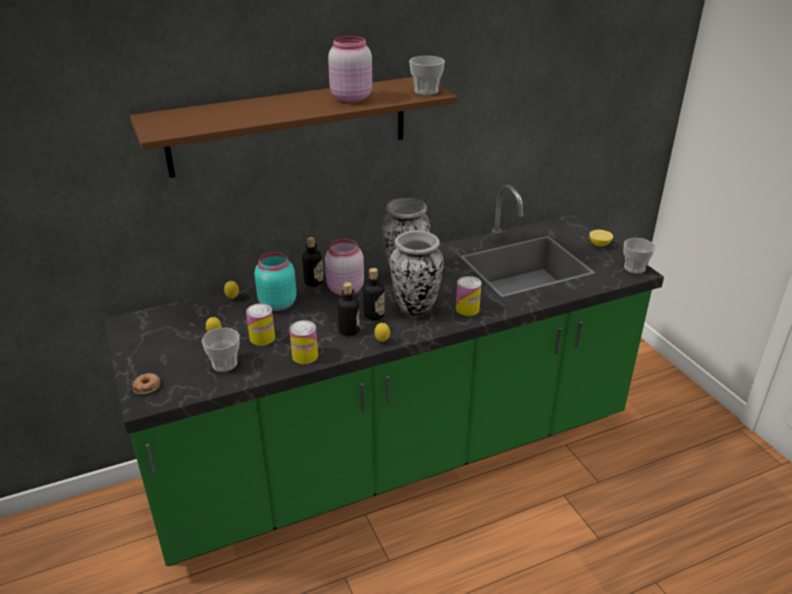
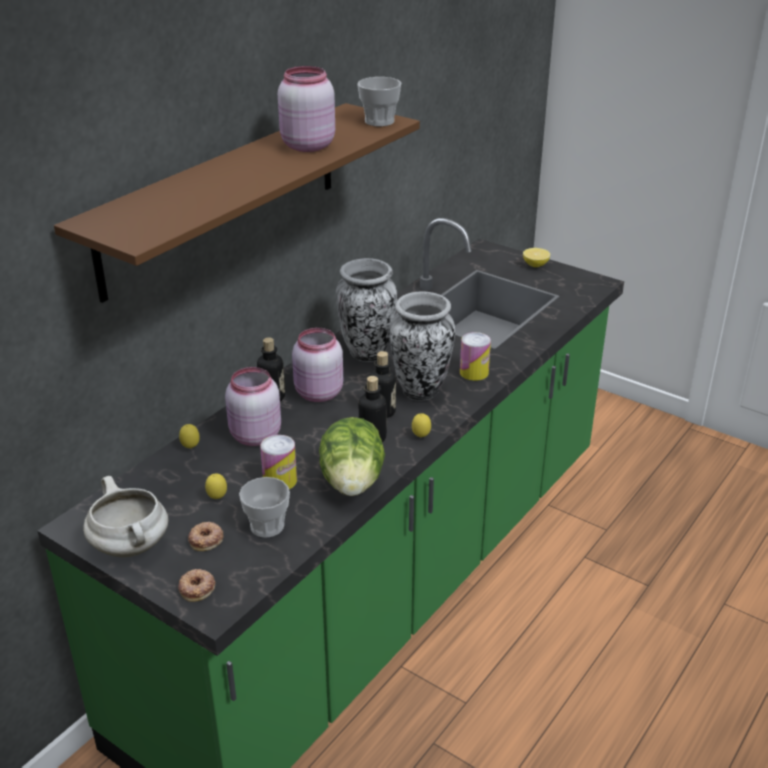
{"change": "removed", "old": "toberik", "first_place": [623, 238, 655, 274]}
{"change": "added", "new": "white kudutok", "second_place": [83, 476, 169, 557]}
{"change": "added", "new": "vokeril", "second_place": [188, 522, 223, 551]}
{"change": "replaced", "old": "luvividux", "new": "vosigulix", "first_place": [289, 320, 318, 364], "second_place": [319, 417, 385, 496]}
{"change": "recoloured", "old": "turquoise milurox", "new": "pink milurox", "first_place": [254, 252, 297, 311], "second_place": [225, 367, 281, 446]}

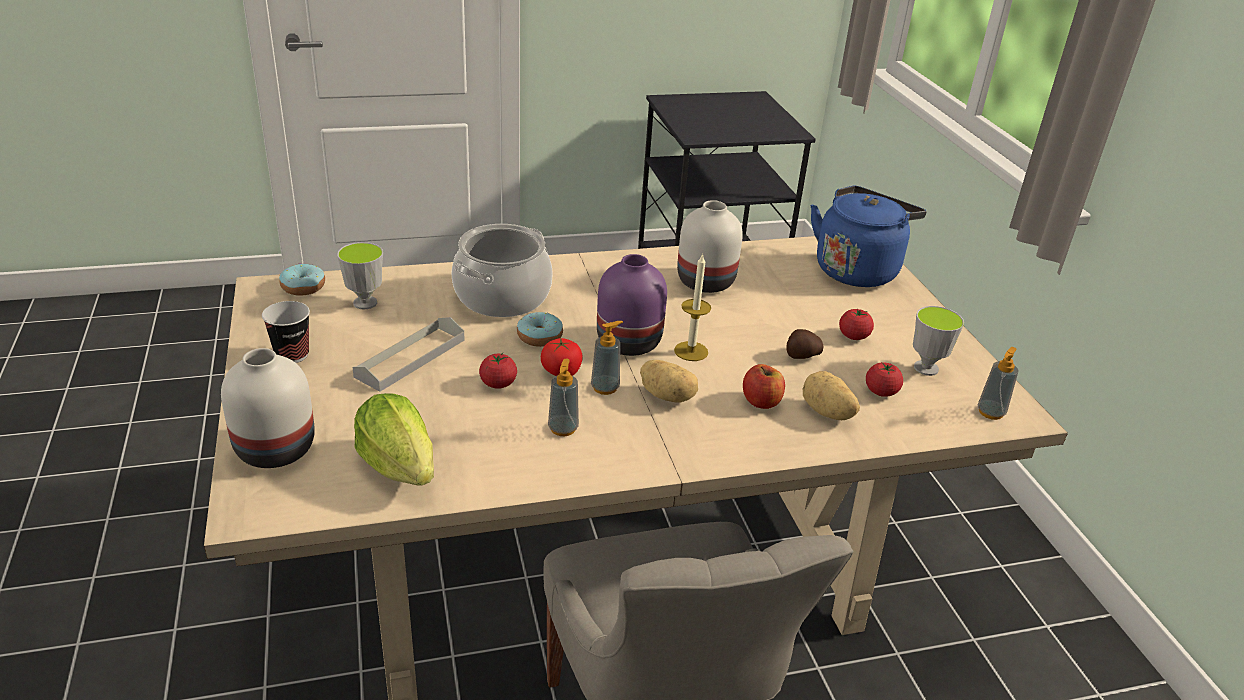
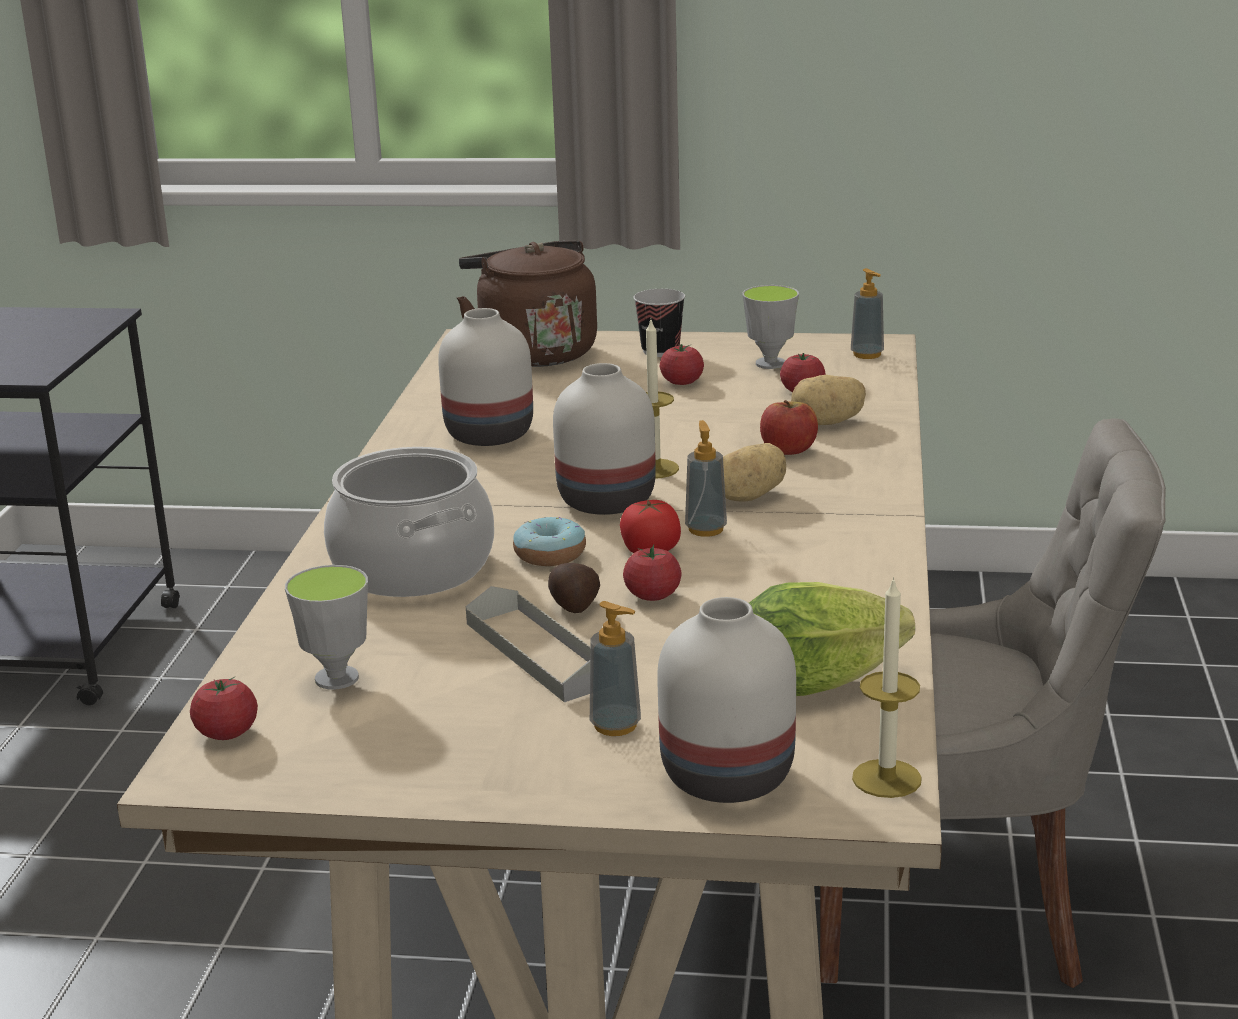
{"change": "added", "new": "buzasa", "second_place": [852, 577, 922, 798]}
{"change": "moved", "old": "toberik", "first_place": [262, 301, 310, 363], "second_place": [633, 289, 685, 357]}
{"change": "moved", "old": "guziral", "first_place": [548, 359, 579, 436], "second_place": [590, 601, 641, 736]}
{"change": "moved", "old": "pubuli", "first_place": [786, 329, 823, 359], "second_place": [548, 563, 600, 613]}
{"change": "replaced", "old": "vokeril", "new": "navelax", "first_place": [279, 263, 325, 296], "second_place": [190, 676, 258, 740]}
{"change": "recoloured", "old": "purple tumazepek", "new": "white tumazepek", "first_place": [597, 254, 667, 356], "second_place": [553, 363, 656, 515]}
{"change": "recoloured", "old": "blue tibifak", "new": "brown tibifak", "first_place": [811, 186, 927, 287], "second_place": [457, 241, 597, 367]}

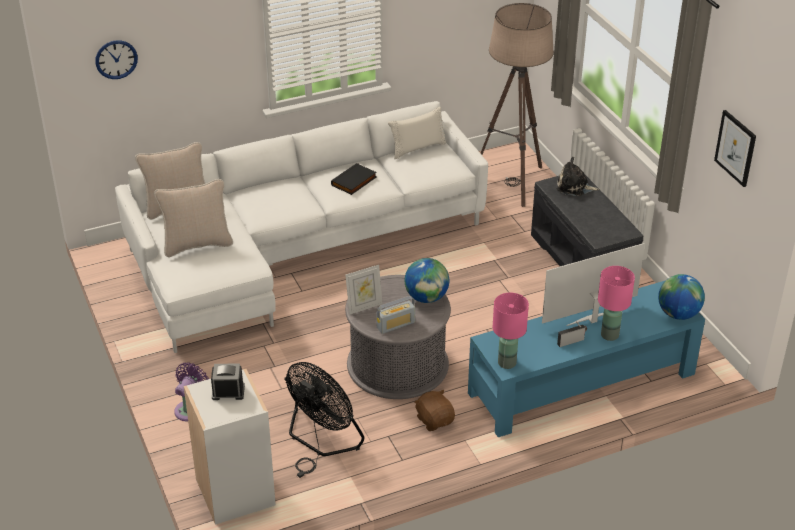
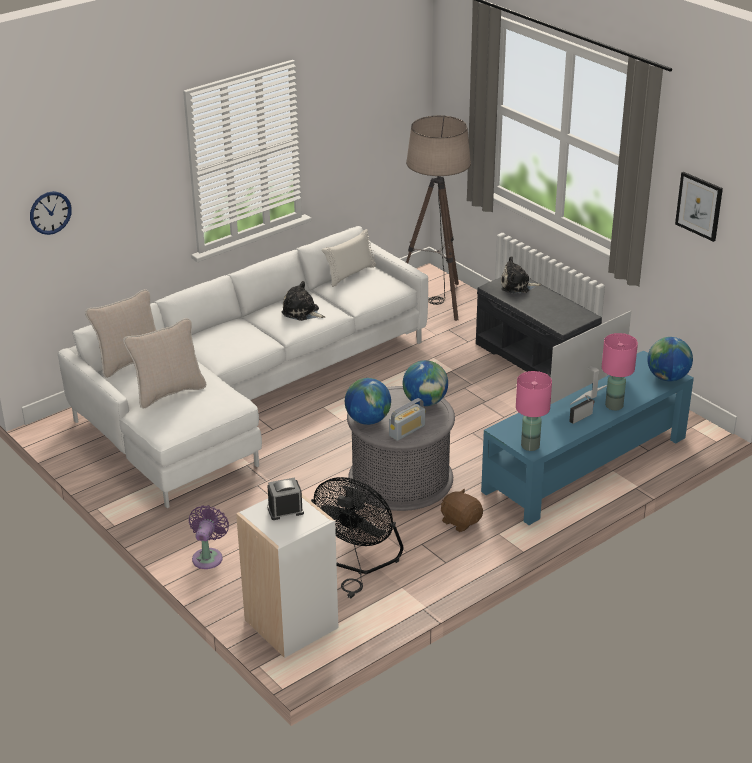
{"change": "replaced", "old": "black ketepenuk", "new": "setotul", "first_place": [331, 163, 377, 195], "second_place": [282, 281, 326, 321]}
{"change": "replaced", "old": "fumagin", "new": "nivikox", "first_place": [345, 265, 383, 314], "second_place": [345, 378, 391, 425]}

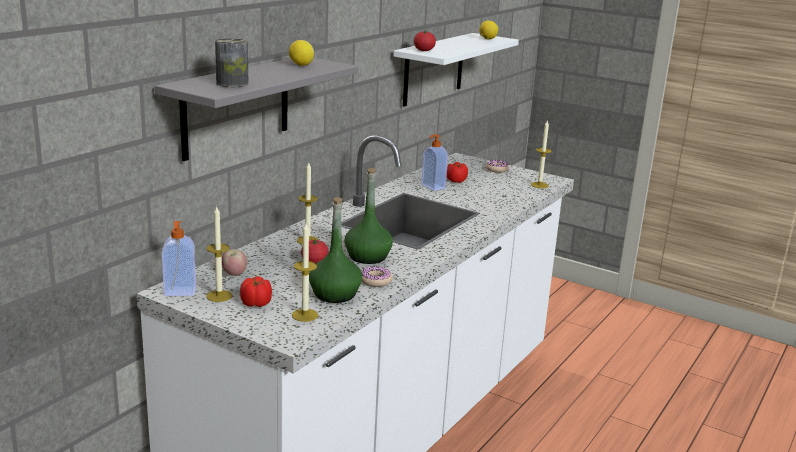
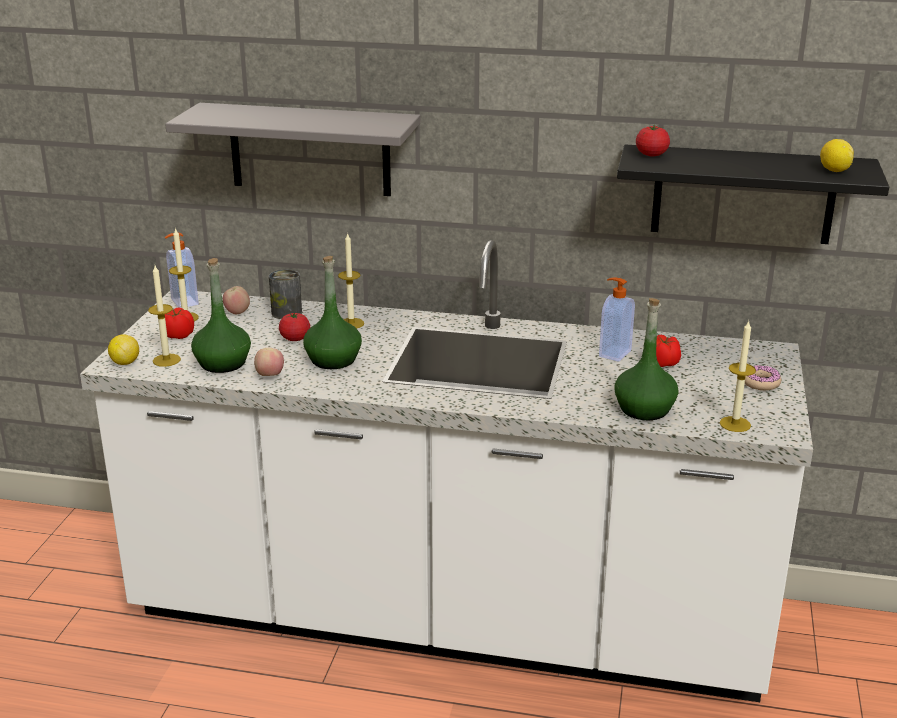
{"change": "added", "new": "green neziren", "second_place": [614, 298, 679, 420]}
{"change": "moved", "old": "luvividux", "first_place": [215, 38, 248, 87], "second_place": [269, 269, 302, 319]}
{"change": "moved", "old": "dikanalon", "first_place": [289, 40, 314, 66], "second_place": [108, 334, 139, 365]}
{"change": "replaced", "old": "vokeril", "new": "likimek", "first_place": [361, 266, 393, 287], "second_place": [254, 348, 284, 376]}
{"change": "recoloured", "old": "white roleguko", "new": "black roleguko", "first_place": [393, 33, 519, 107], "second_place": [617, 144, 889, 244]}

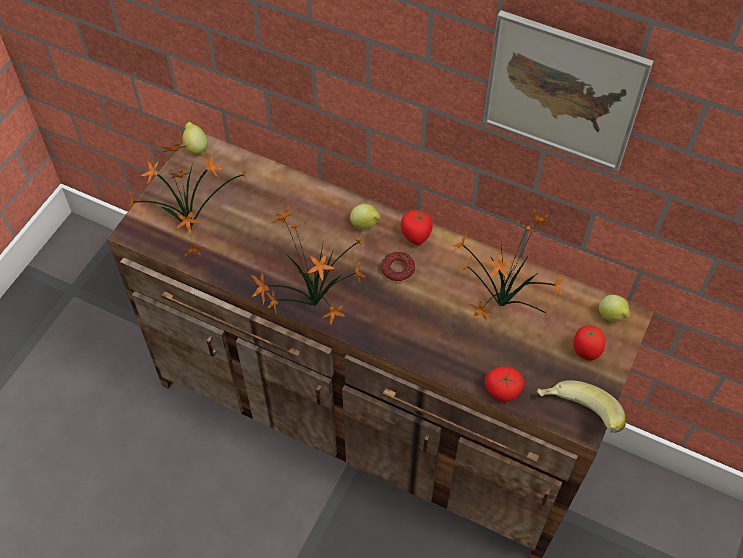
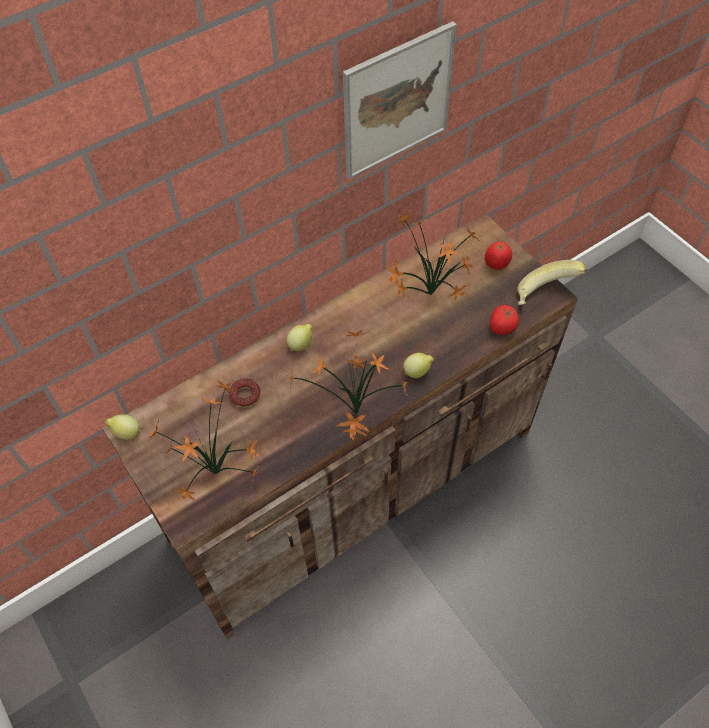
{"change": "removed", "old": "navelax", "first_place": [401, 210, 433, 245]}
{"change": "moved", "old": "vokeril", "first_place": [381, 252, 415, 282], "second_place": [229, 379, 261, 407]}
{"change": "moved", "old": "dikanalon", "first_place": [599, 295, 630, 322], "second_place": [403, 353, 434, 378]}

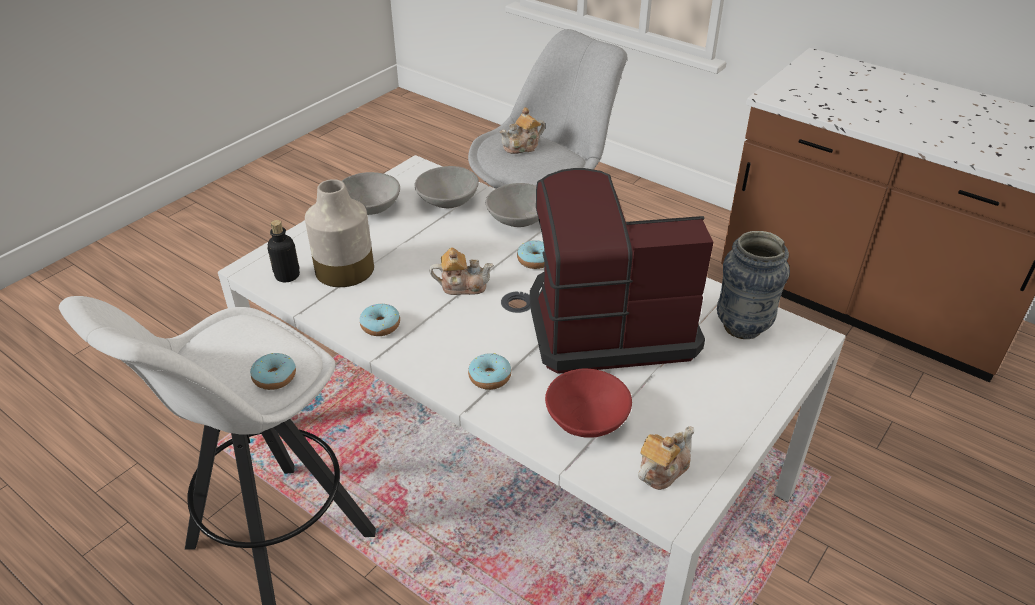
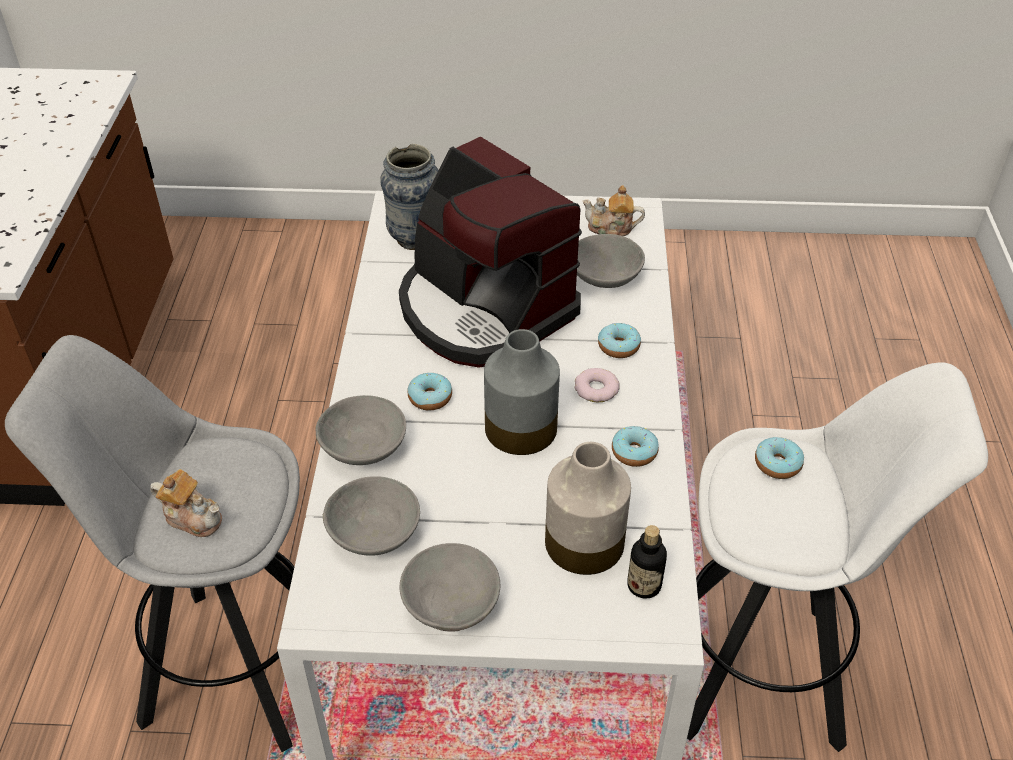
{"change": "added", "new": "vokeril", "second_place": [575, 368, 620, 403]}
{"change": "replaced", "old": "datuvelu", "new": "grey tumazepek", "first_place": [430, 247, 493, 295], "second_place": [484, 329, 560, 455]}
{"change": "recoloured", "old": "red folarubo", "new": "grey folarubo", "first_place": [545, 369, 632, 438], "second_place": [577, 234, 645, 288]}

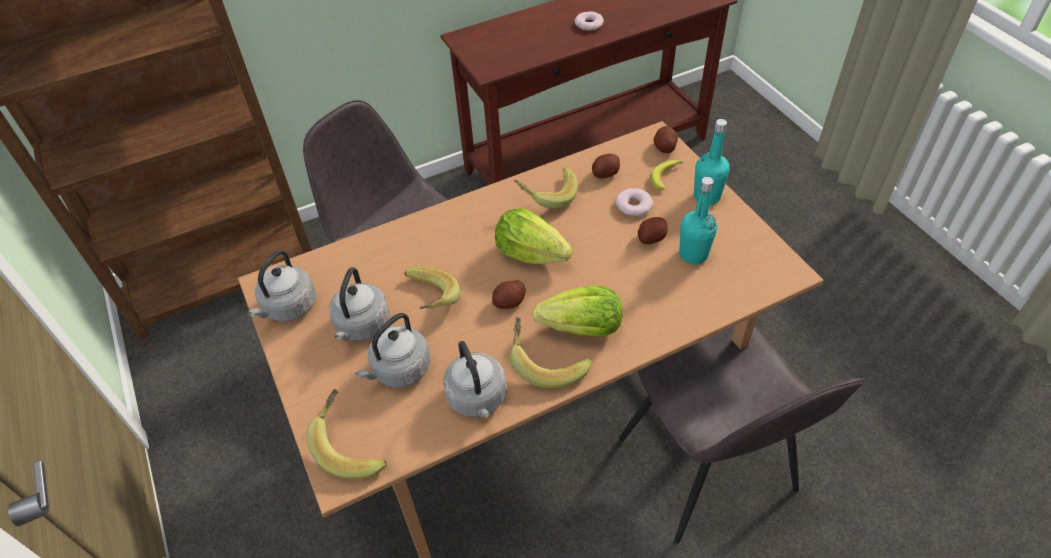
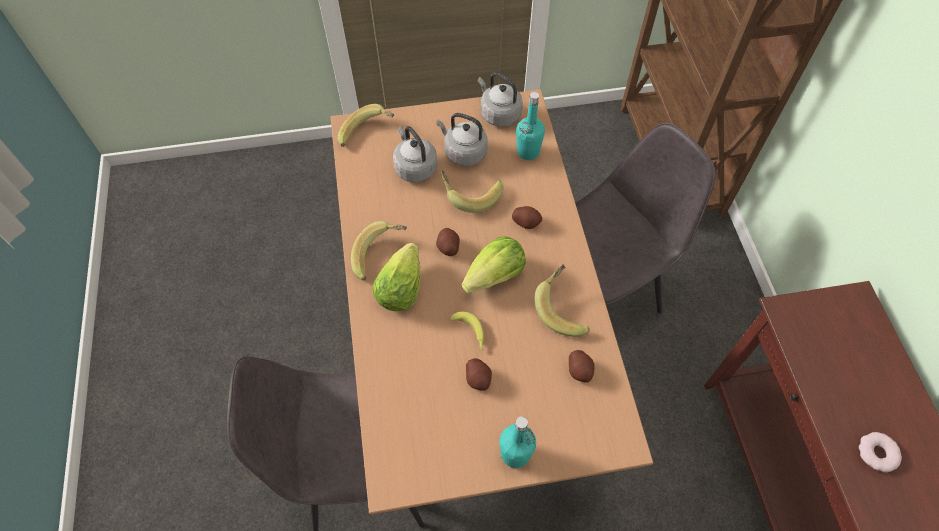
{"change": "removed", "old": "grey tibifak", "first_place": [443, 341, 507, 418]}
{"change": "removed", "old": "vokeril", "first_place": [615, 188, 653, 217]}
{"change": "moved", "old": "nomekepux", "first_place": [650, 159, 683, 190], "second_place": [450, 312, 484, 351]}
{"change": "moved", "old": "pubuli", "first_place": [653, 126, 678, 153], "second_place": [512, 206, 542, 229]}
{"change": "moved", "old": "turquoise neziren", "first_place": [679, 177, 717, 265], "second_place": [516, 92, 545, 160]}

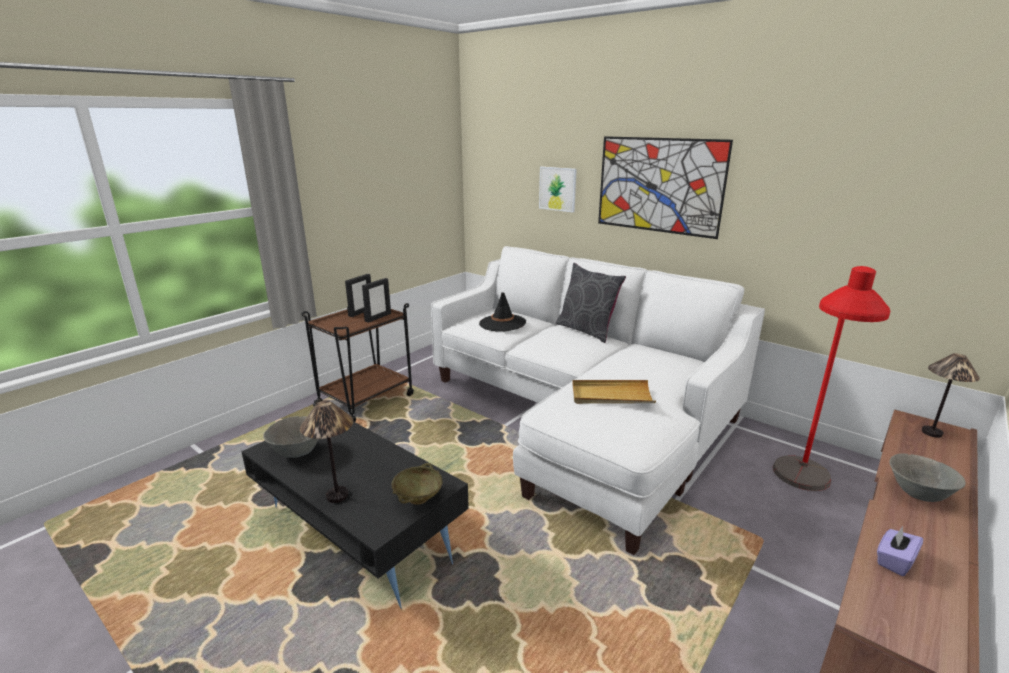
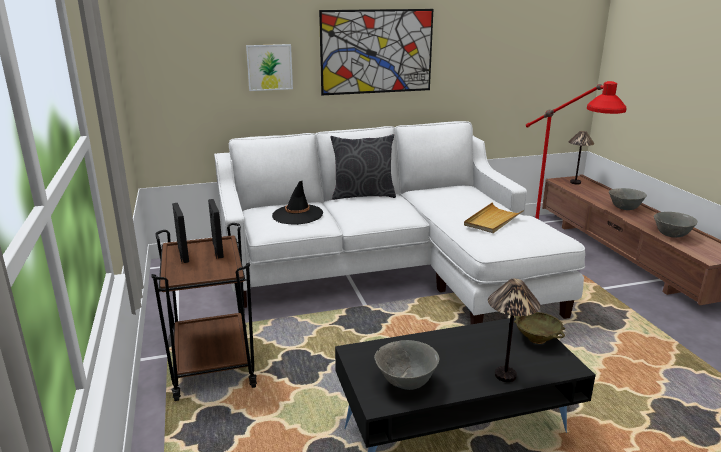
{"change": "replaced", "old": "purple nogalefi", "new": "grey folarubo", "first_place": [877, 526, 923, 576], "second_place": [654, 212, 698, 237]}

